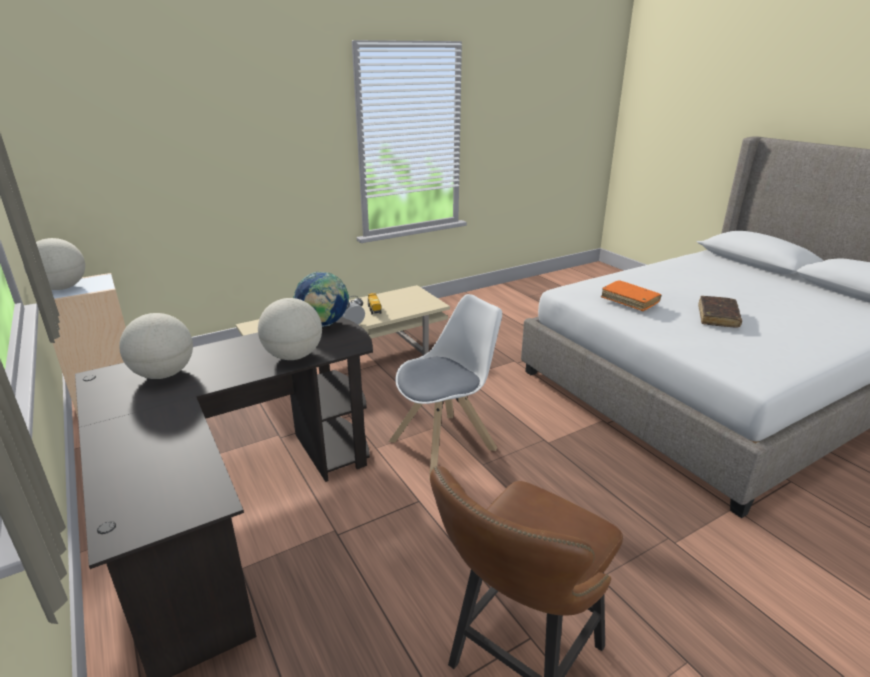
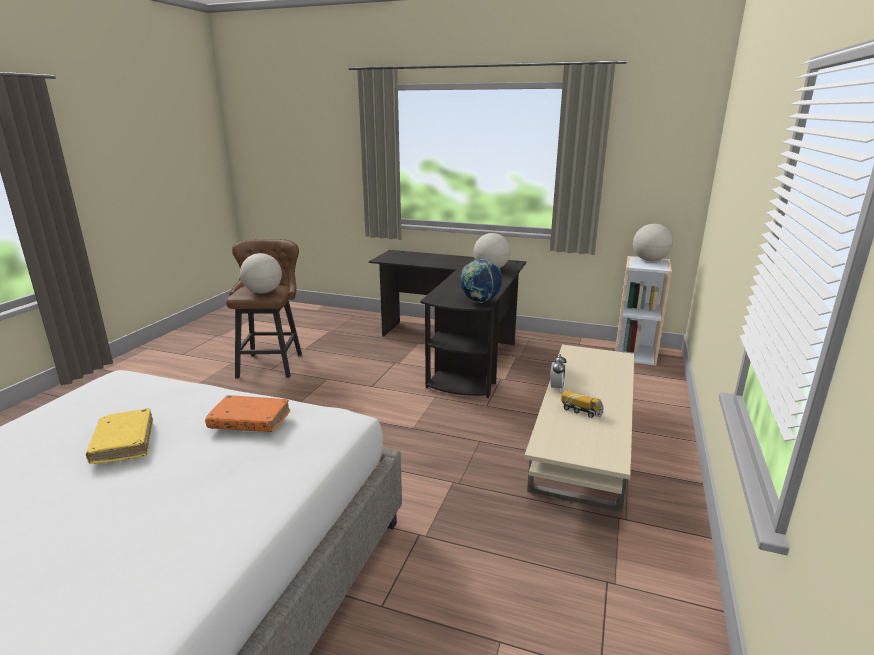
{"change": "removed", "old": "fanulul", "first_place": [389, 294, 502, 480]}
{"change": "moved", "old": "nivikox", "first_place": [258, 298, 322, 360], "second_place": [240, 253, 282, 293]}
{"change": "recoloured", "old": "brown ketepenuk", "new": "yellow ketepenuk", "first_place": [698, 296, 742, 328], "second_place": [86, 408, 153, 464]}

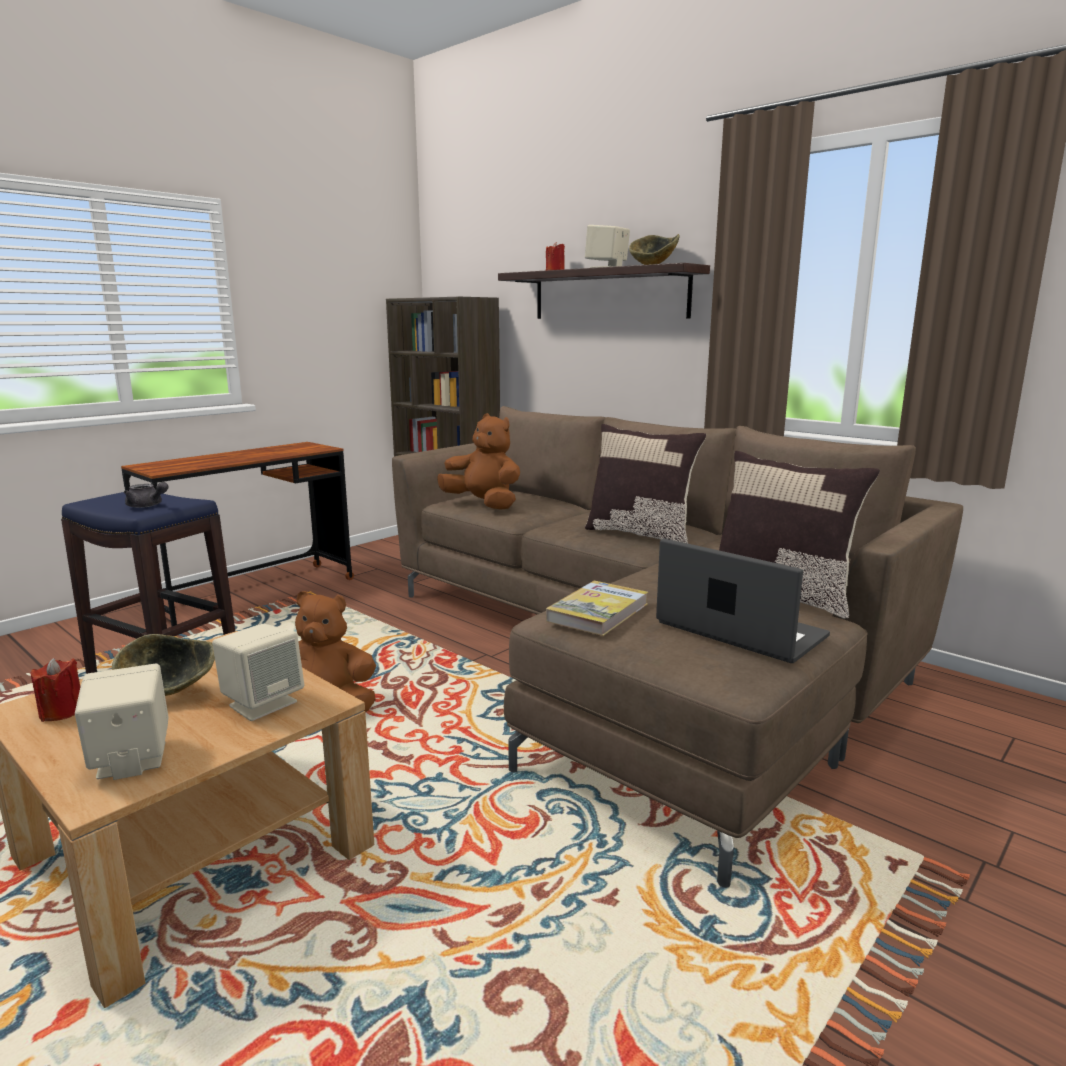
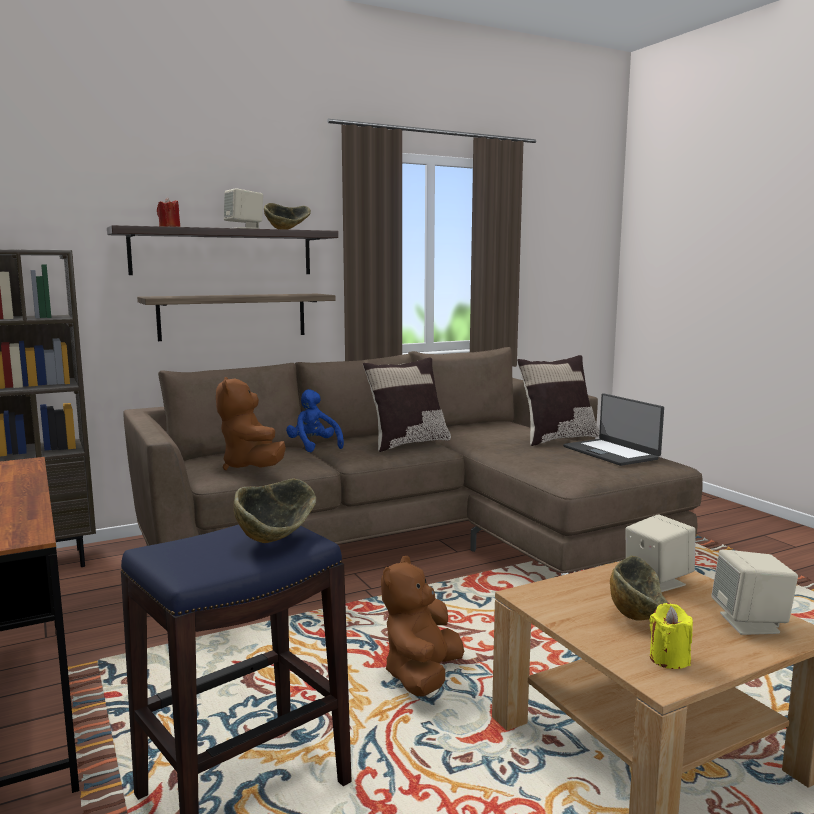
{"change": "removed", "old": "ketepenuk", "first_place": [546, 581, 648, 636]}
{"change": "added", "new": "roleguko", "second_place": [137, 294, 336, 341]}
{"change": "added", "new": "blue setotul", "second_place": [286, 389, 344, 452]}
{"change": "replaced", "old": "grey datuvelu", "new": "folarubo", "first_place": [124, 482, 169, 508], "second_place": [233, 478, 316, 543]}
{"change": "recoloured", "old": "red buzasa", "new": "yellow buzasa", "first_place": [31, 658, 80, 722], "second_place": [650, 603, 693, 669]}
{"change": "turned", "old": "brown setotul", "first_place": [437, 413, 520, 510], "second_place": [216, 377, 286, 470], "degrees": -75}
{"change": "turned", "old": "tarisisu", "first_place": [656, 538, 830, 663], "second_place": [563, 393, 664, 466], "degrees": -90}

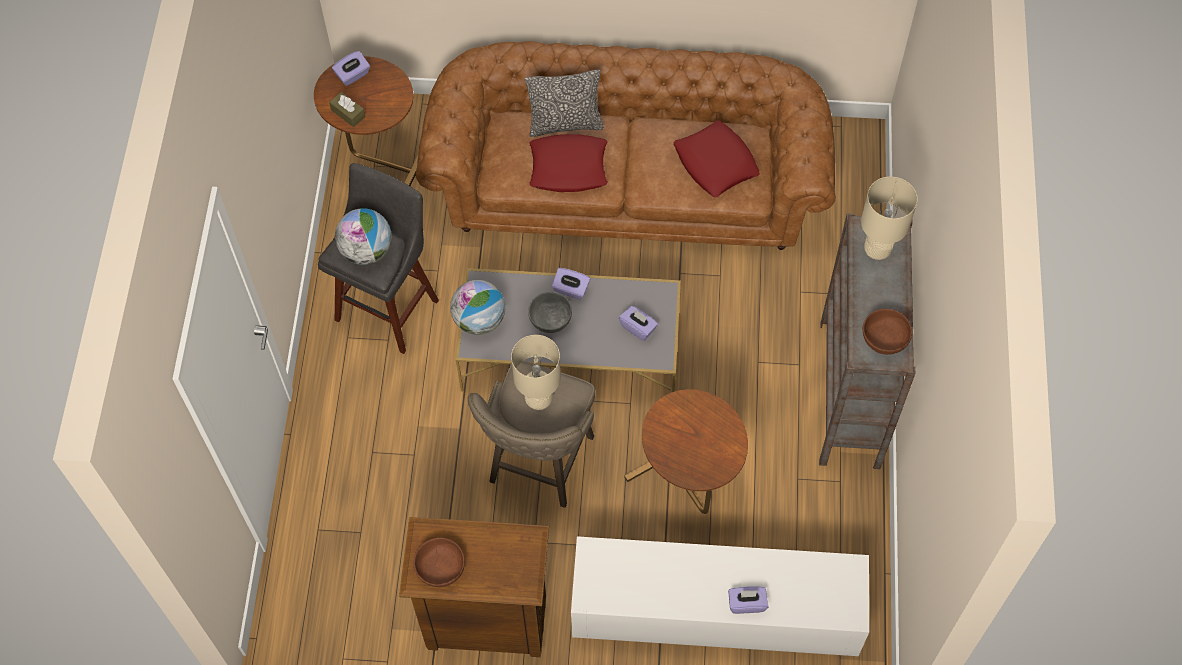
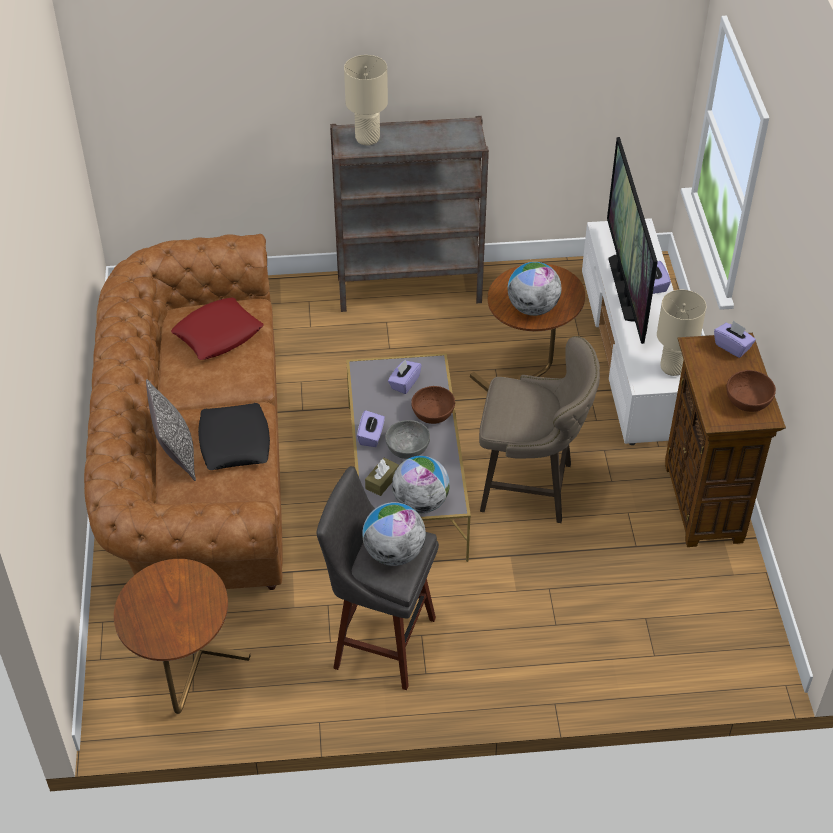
{"change": "added", "new": "nivikox", "second_place": [508, 262, 562, 316]}
{"change": "added", "new": "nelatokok", "second_place": [607, 137, 658, 344]}
{"change": "moved", "old": "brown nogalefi", "first_place": [329, 92, 365, 127], "second_place": [365, 457, 399, 496]}
{"change": "moved", "old": "purple nogalefi", "first_place": [332, 51, 370, 86], "second_place": [714, 321, 756, 358]}
{"change": "moved", "old": "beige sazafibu", "first_place": [511, 335, 561, 410], "second_place": [657, 290, 706, 376]}
{"change": "moved", "old": "brown folarubo", "first_place": [863, 309, 912, 355], "second_place": [411, 386, 455, 424]}
{"change": "recoloured", "old": "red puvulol", "new": "black puvulol", "first_place": [529, 134, 608, 192], "second_place": [198, 403, 270, 470]}

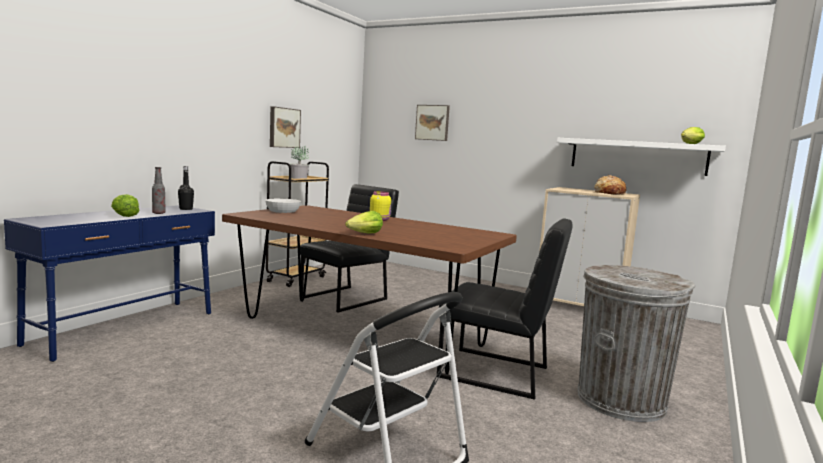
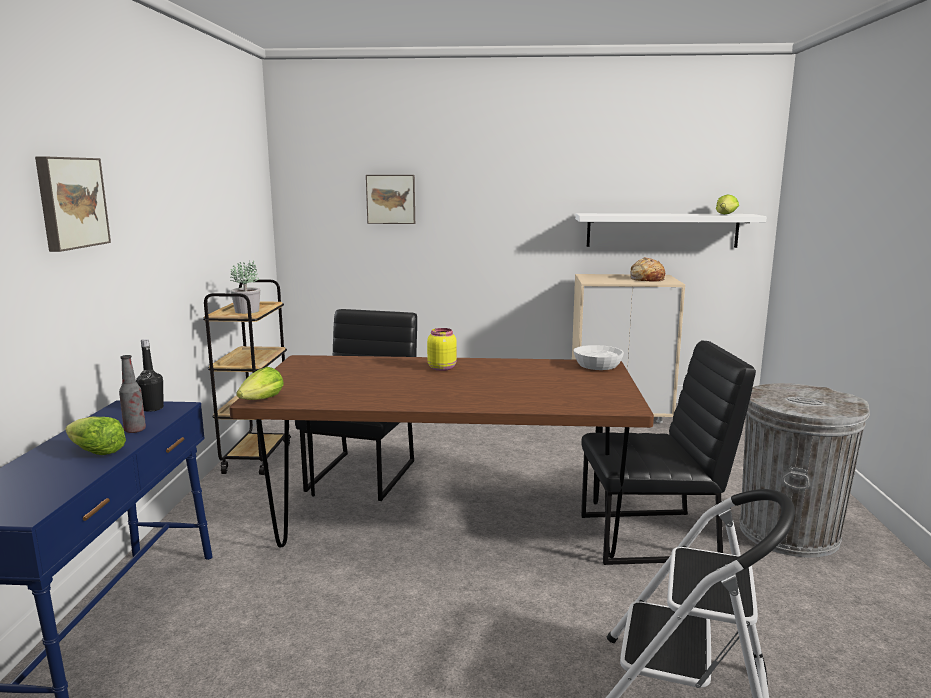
{"change": "moved", "old": "white folarubo", "first_place": [265, 199, 301, 213], "second_place": [574, 345, 624, 370]}
{"change": "moved", "old": "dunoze", "first_place": [270, 106, 301, 148], "second_place": [35, 157, 111, 252]}
{"change": "moved", "old": "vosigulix", "first_place": [345, 211, 383, 234], "second_place": [236, 367, 284, 400]}

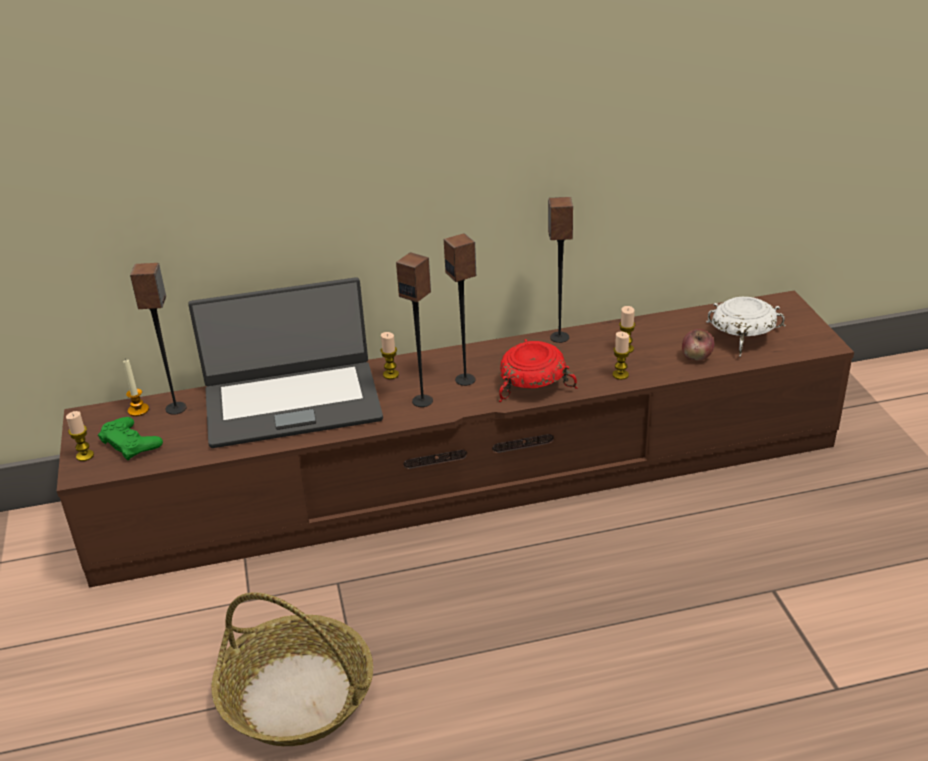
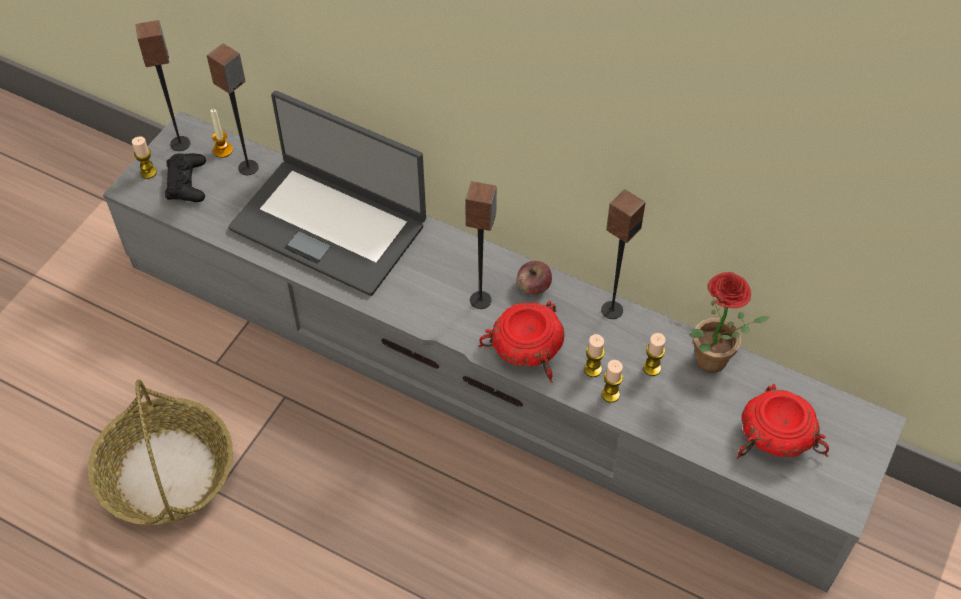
{"change": "added", "new": "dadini", "second_place": [689, 272, 770, 373]}
{"change": "moved", "old": "buzasa", "first_place": [381, 332, 399, 379], "second_place": [584, 334, 605, 377]}
{"change": "moved", "old": "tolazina", "first_place": [396, 252, 433, 407], "second_place": [135, 20, 190, 151]}
{"change": "moved", "old": "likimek", "first_place": [682, 329, 714, 361], "second_place": [517, 261, 552, 295]}
{"change": "recoloured", "old": "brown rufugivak", "new": "grey rufugivak", "first_place": [57, 290, 854, 588], "second_place": [103, 111, 907, 592]}
{"change": "recoloured", "old": "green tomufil", "new": "black tomufil", "first_place": [98, 417, 163, 461], "second_place": [165, 153, 206, 202]}
{"change": "recoloured", "old": "white folarubo", "new": "red folarubo", "first_place": [706, 297, 785, 357], "second_place": [736, 384, 829, 459]}

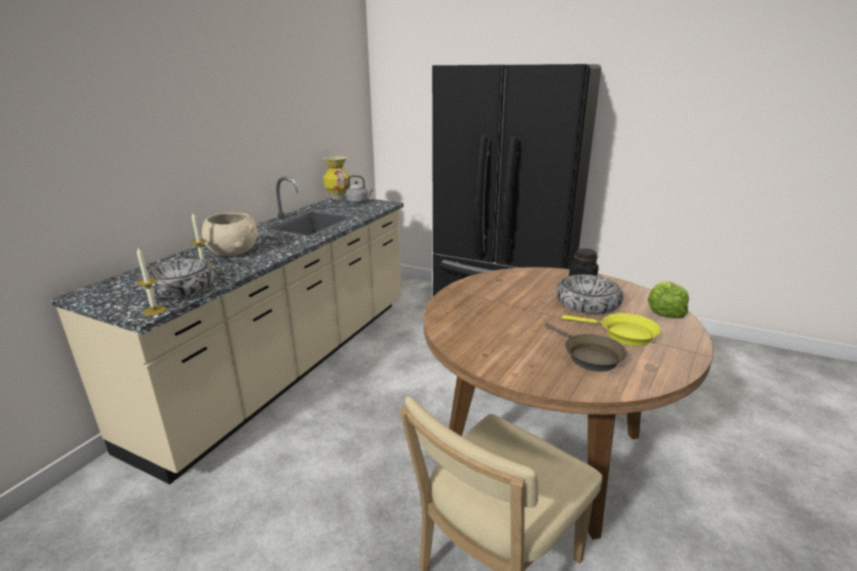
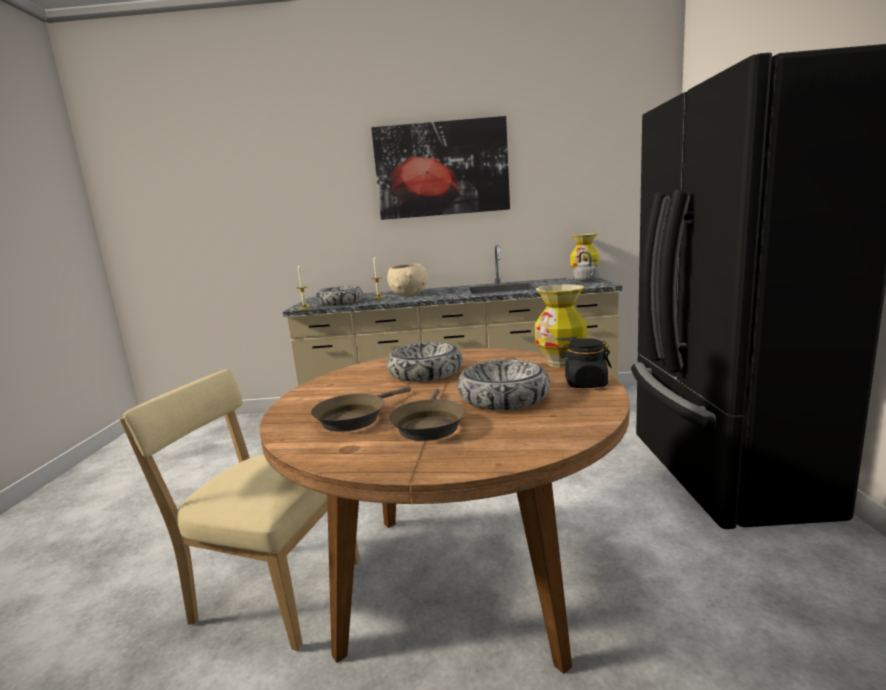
{"change": "removed", "old": "vosigulix", "first_place": [648, 281, 689, 318]}
{"change": "added", "new": "dunoze", "second_place": [371, 116, 510, 220]}
{"change": "added", "new": "folarubo", "second_place": [387, 342, 463, 382]}
{"change": "added", "new": "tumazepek", "second_place": [535, 285, 587, 368]}
{"change": "recoloured", "old": "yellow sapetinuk", "new": "brown sapetinuk", "first_place": [562, 313, 661, 346], "second_place": [389, 389, 466, 441]}

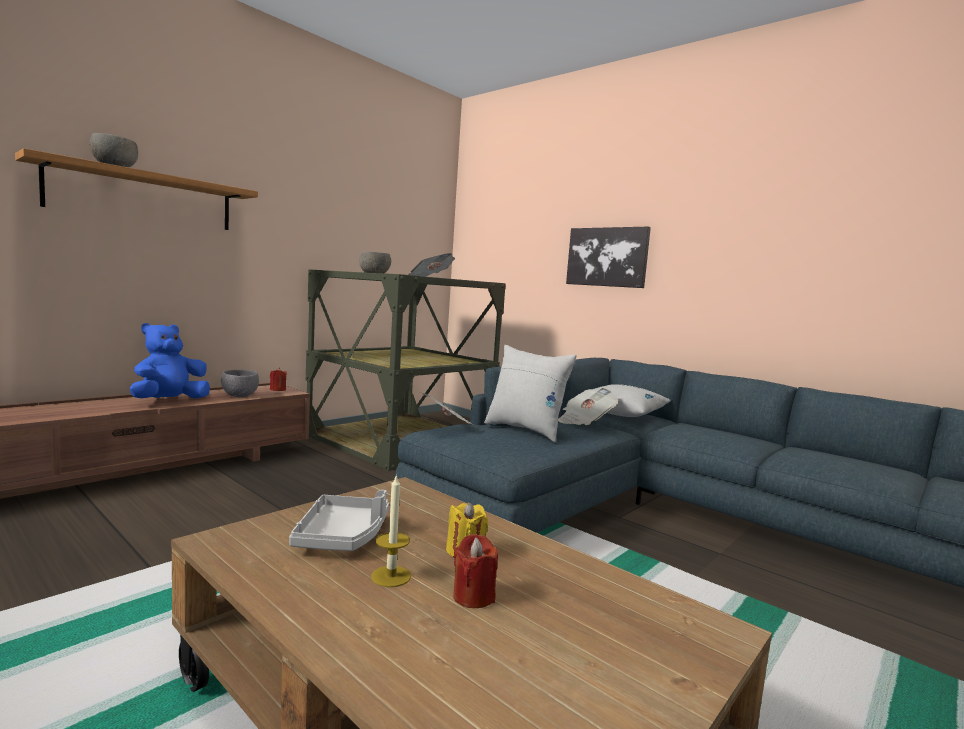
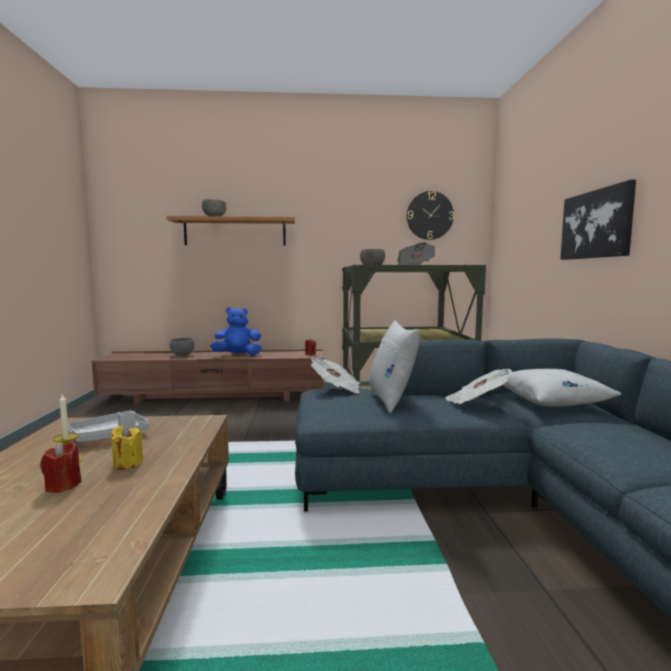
{"change": "added", "new": "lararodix", "second_place": [407, 191, 454, 240]}
{"change": "moved", "old": "grey folarubo", "first_place": [221, 370, 259, 397], "second_place": [170, 338, 194, 356]}

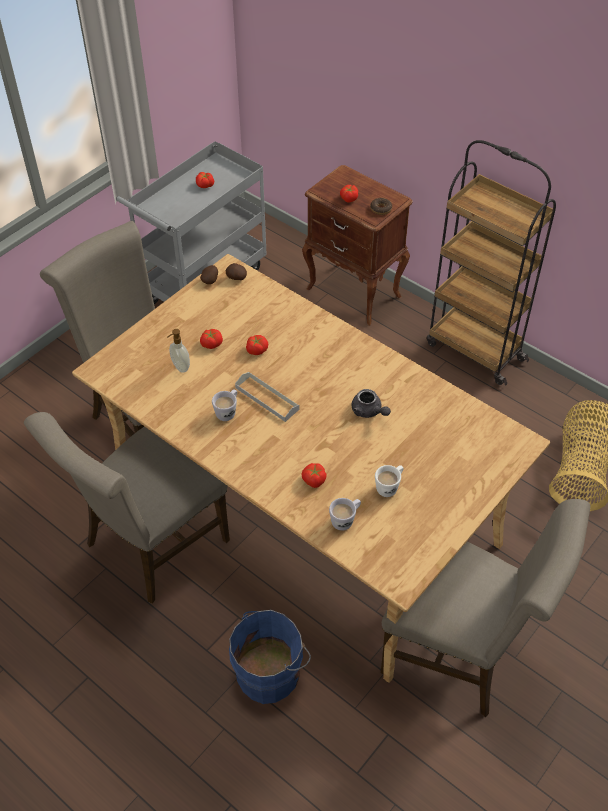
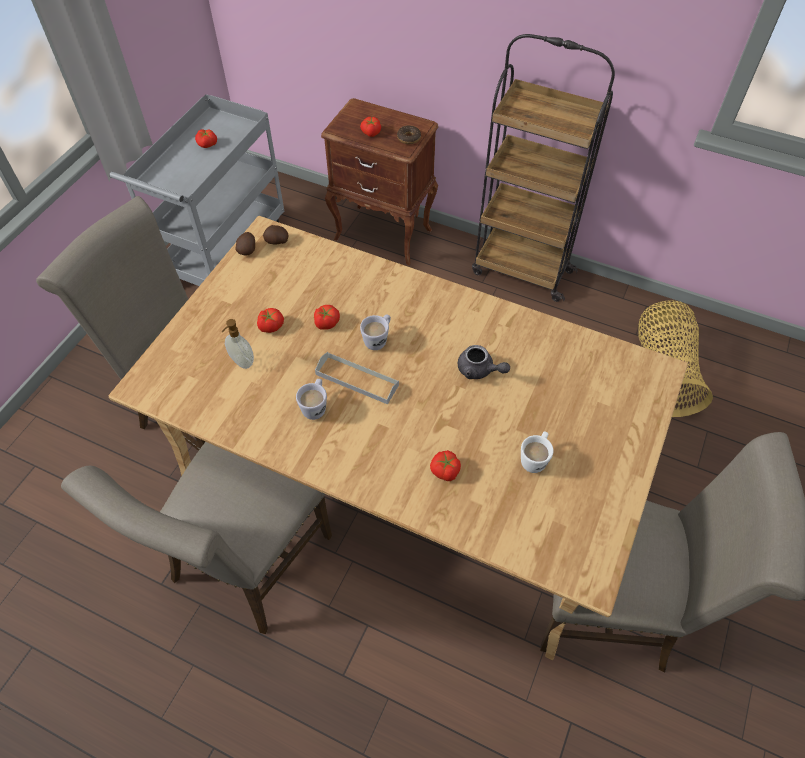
{"change": "removed", "old": "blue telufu", "first_place": [229, 610, 311, 704]}
{"change": "moved", "old": "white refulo", "first_place": [329, 498, 361, 531], "second_place": [360, 315, 391, 350]}

